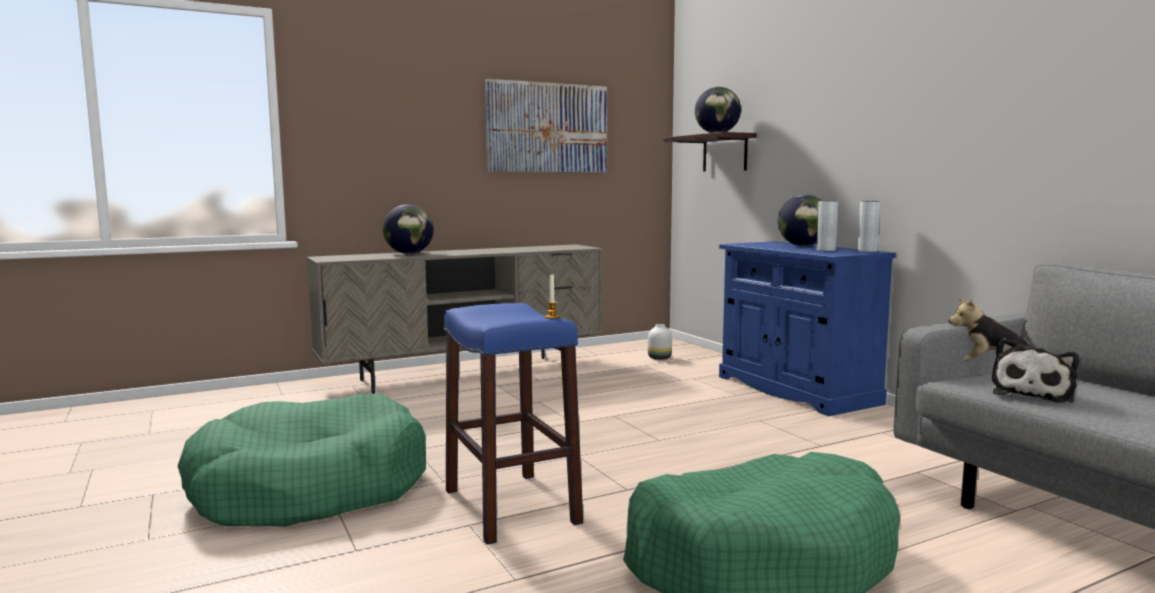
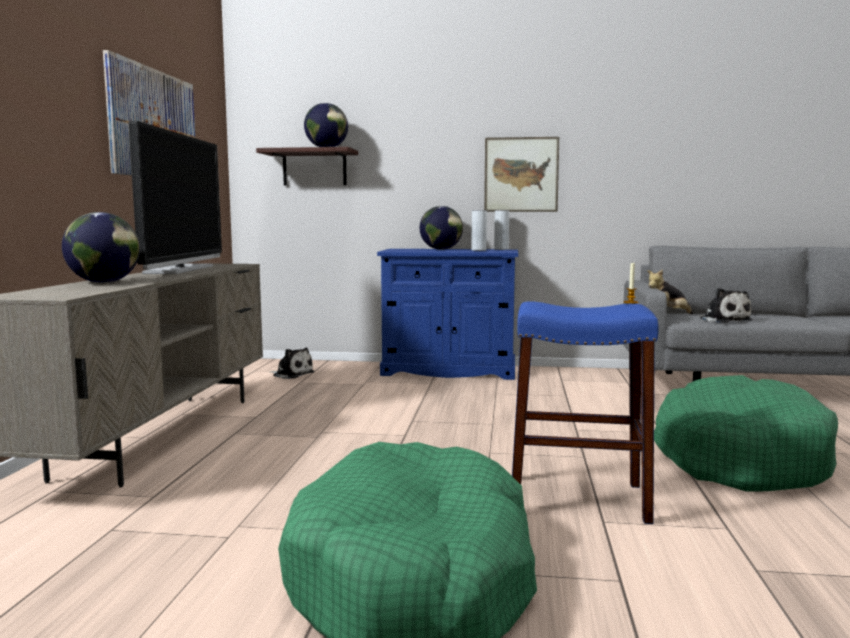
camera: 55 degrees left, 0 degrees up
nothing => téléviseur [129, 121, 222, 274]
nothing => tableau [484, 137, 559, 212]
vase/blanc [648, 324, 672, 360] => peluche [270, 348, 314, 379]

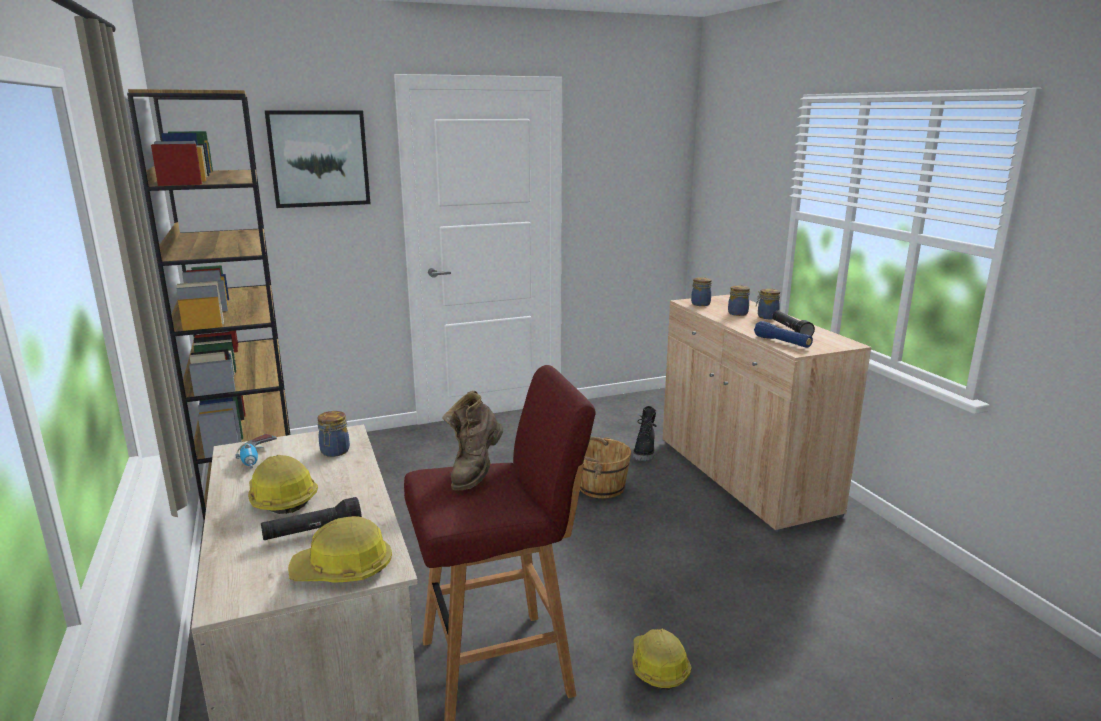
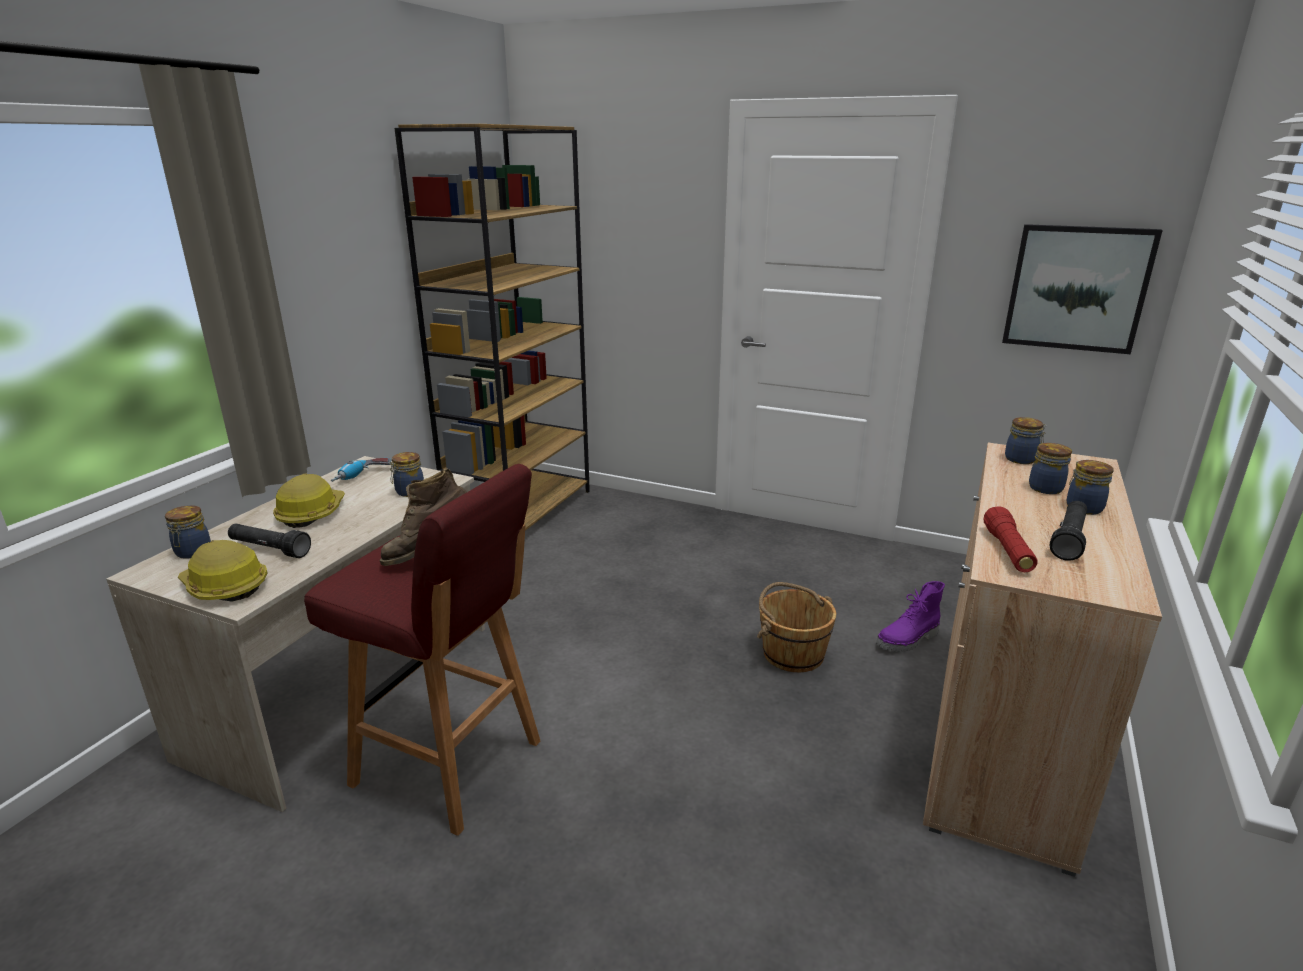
camera: 45 degrees right, 5 degrees up
casque de chantier [632, 629, 692, 690] => nothing
nothing => bocal [165, 505, 211, 559]
tableau [265, 110, 371, 208] => tableau [1002, 224, 1163, 354], shifted
botte/noir [633, 406, 656, 461] => botte/violet [876, 581, 945, 652]
lampe de poche/bleu [754, 321, 813, 348] => lampe de poche/rouge [984, 506, 1038, 572]

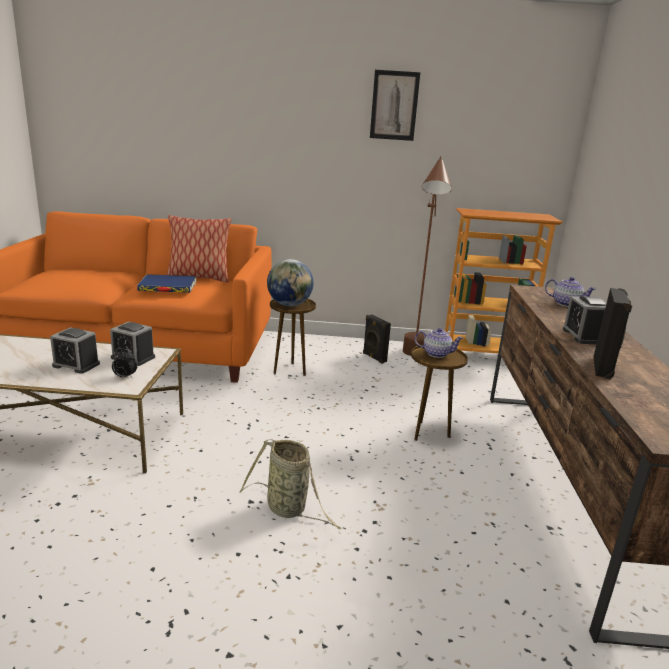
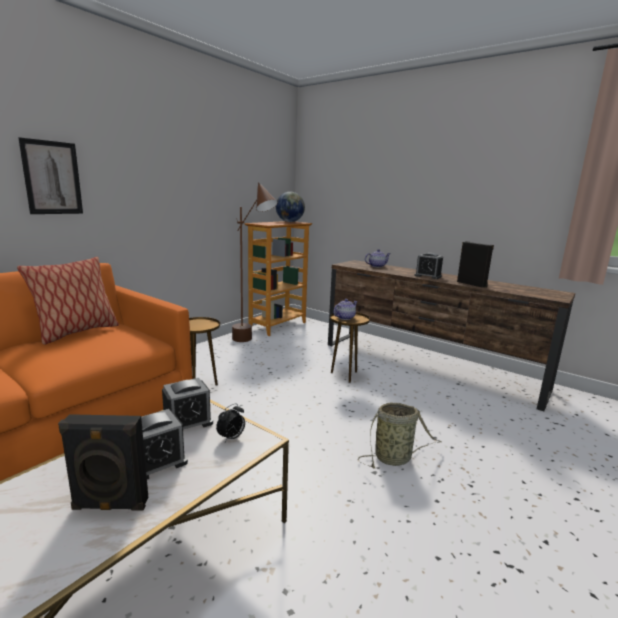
camera: 55 degrees left, 5 degrees down
livre/bleu [137, 274, 196, 293] => nothing
globe [267, 259, 314, 306] => globe [276, 192, 305, 222], shifted
enceinte/noir [363, 315, 391, 364] => enceinte/noir [58, 414, 148, 511], shifted
tableau [370, 70, 420, 141] => tableau [18, 137, 83, 214], shifted

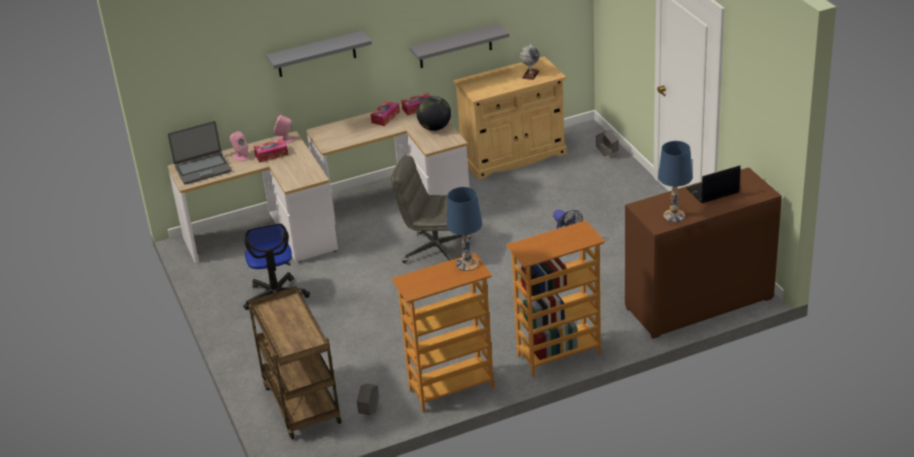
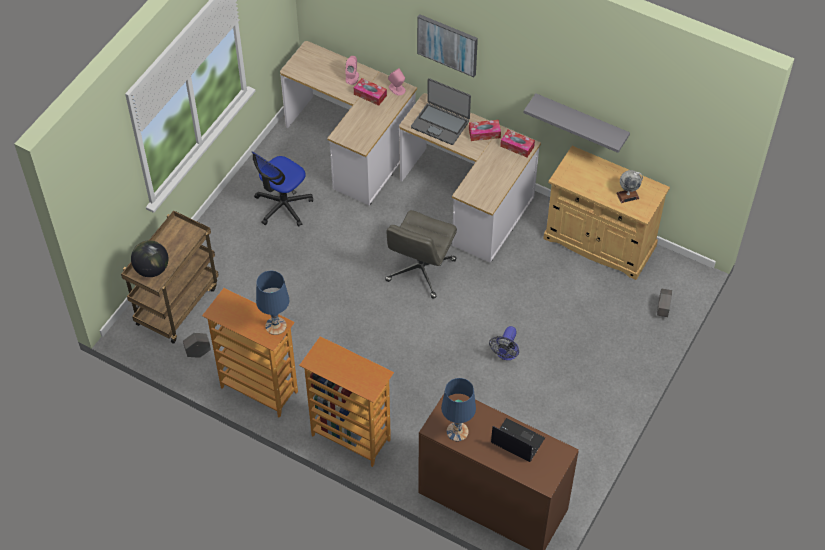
camera: 50 degrees right, 20 degrees up
ordinateur portable [168, 121, 232, 185] => ordinateur portable [411, 78, 471, 145], shifted
globe [417, 96, 451, 131] => globe [131, 240, 168, 277], shifted
étagère/gris [266, 31, 372, 77] => tableau [417, 14, 478, 77]
chaise de bureau/gris [391, 155, 470, 263] => chaise de bureau/gris [385, 210, 457, 299], 135 degrees counterclockwise

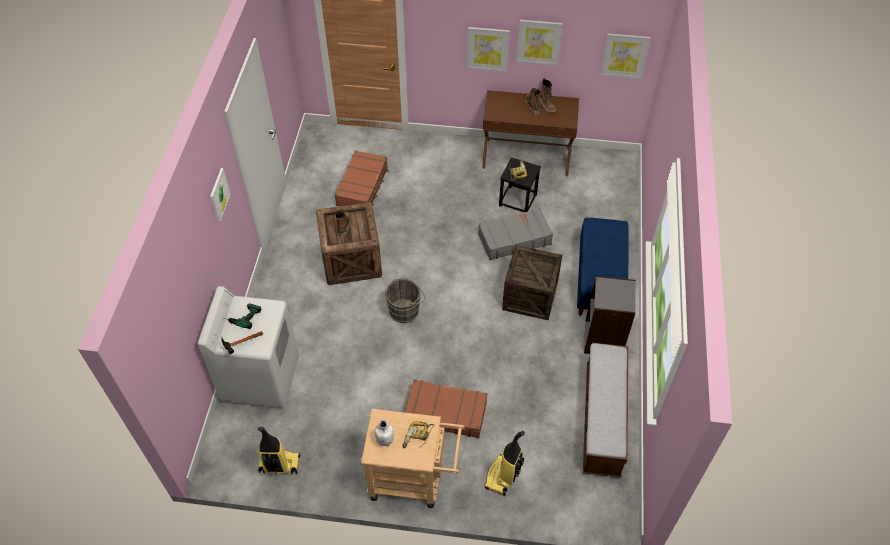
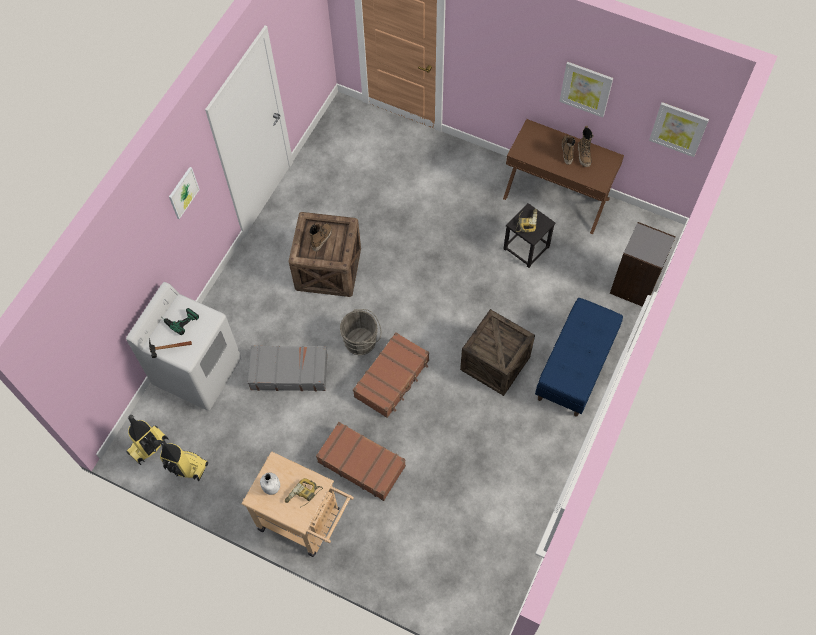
camera: 20 degrees right, 10 degrees up
tableau [467, 27, 510, 72] => nothing
banc [583, 343, 628, 478] => nothing
valise/marron [335, 150, 389, 206] => valise/marron [353, 332, 429, 418], shifted
valise/gris [478, 208, 553, 260] => valise/gris [248, 345, 328, 391], shifted
aspirateur [485, 431, 525, 496] => aspirateur [127, 415, 169, 465], shifted
bibliothèque/gris [584, 276, 636, 354] => bibliothèque/gris [610, 222, 676, 307], shifted

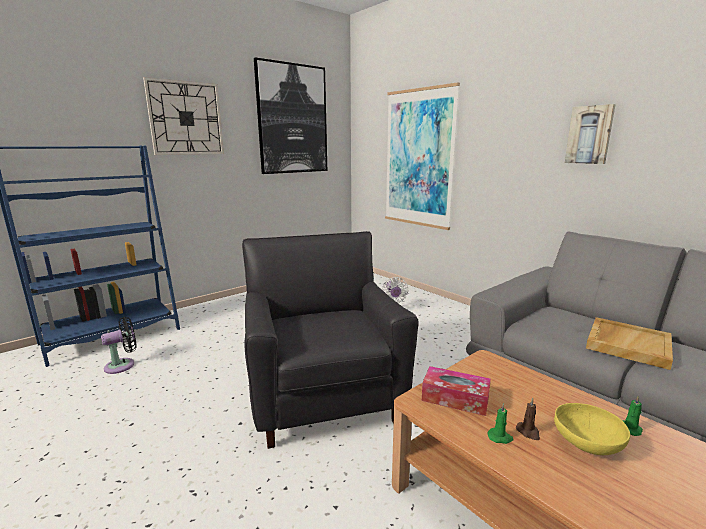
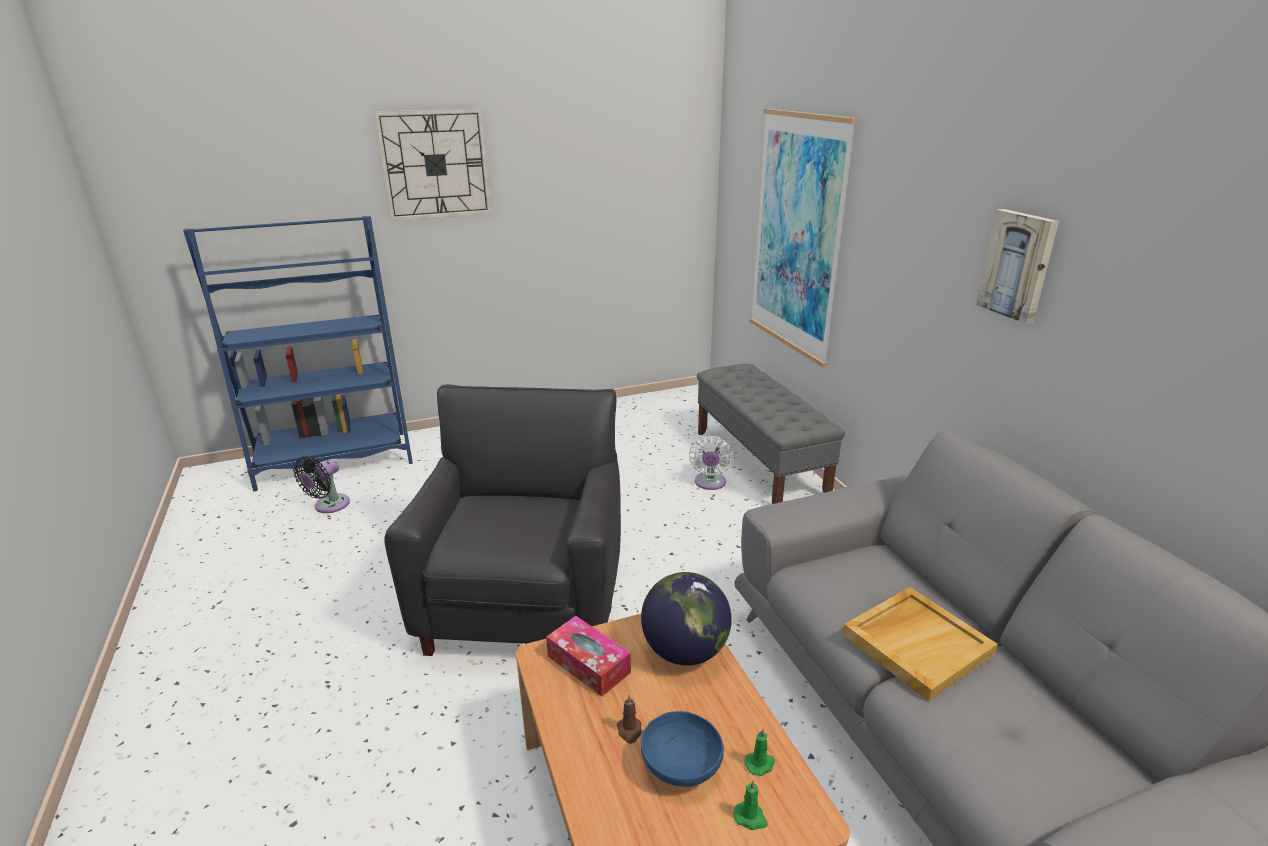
camera: 20 degrees right, 10 degrees up
tableau [254, 57, 327, 174] => nothing
nothing => globe [641, 572, 732, 666]
nothing => banc/gris [697, 364, 845, 504]
bougie/vert [487, 403, 513, 444] => bougie/vert [733, 780, 767, 830], shifted
bol/jaune [554, 403, 630, 455] => bol/bleu [641, 711, 724, 787]
ventilateur/noir [101, 317, 137, 374] => ventilateur/noir [293, 456, 350, 513], 135 degrees clockwise

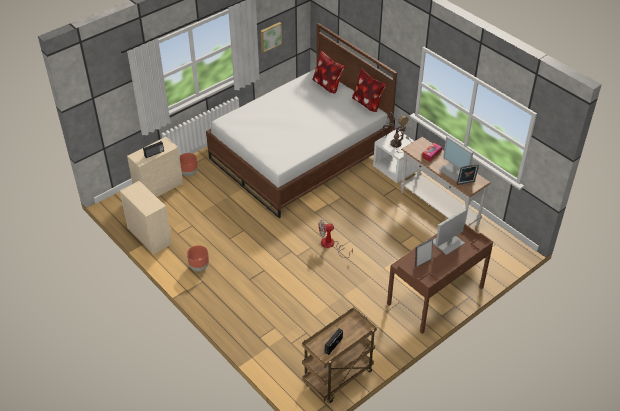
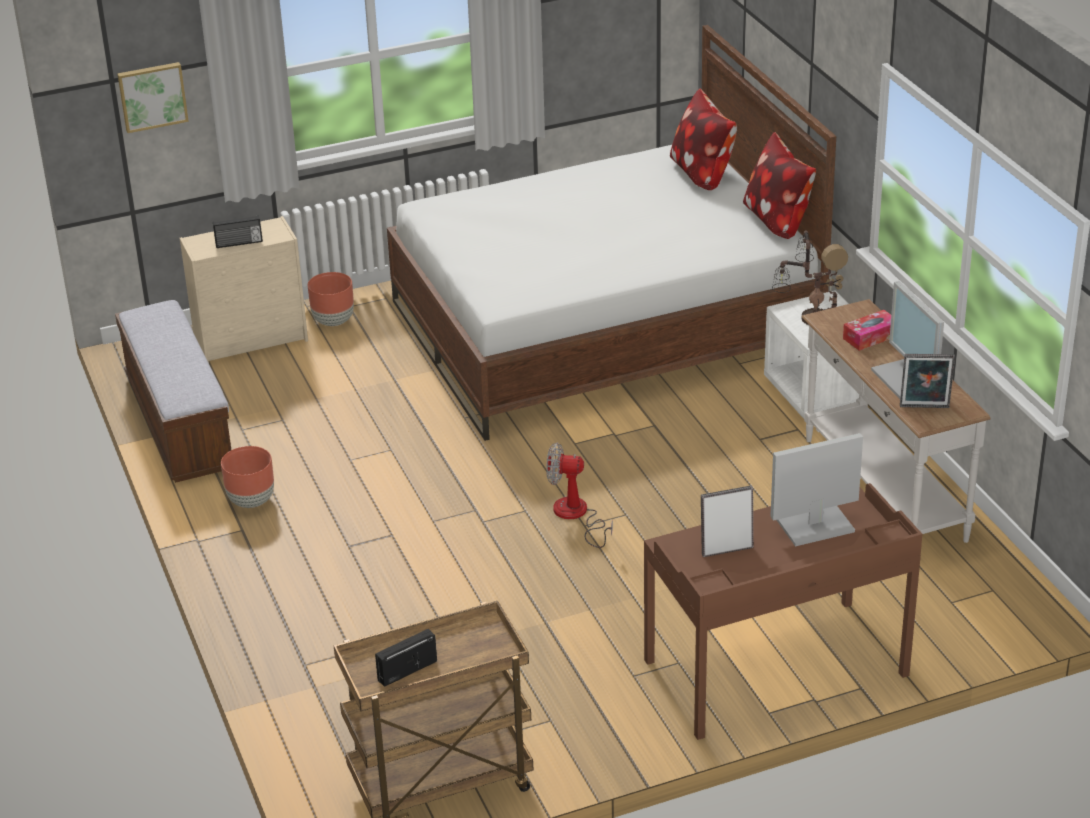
camera: 20 degrees right, 10 degrees down
tableau [261, 22, 282, 53] => tableau [117, 62, 189, 133], shifted
commode/beige [120, 181, 172, 255] => banc [115, 300, 231, 483]

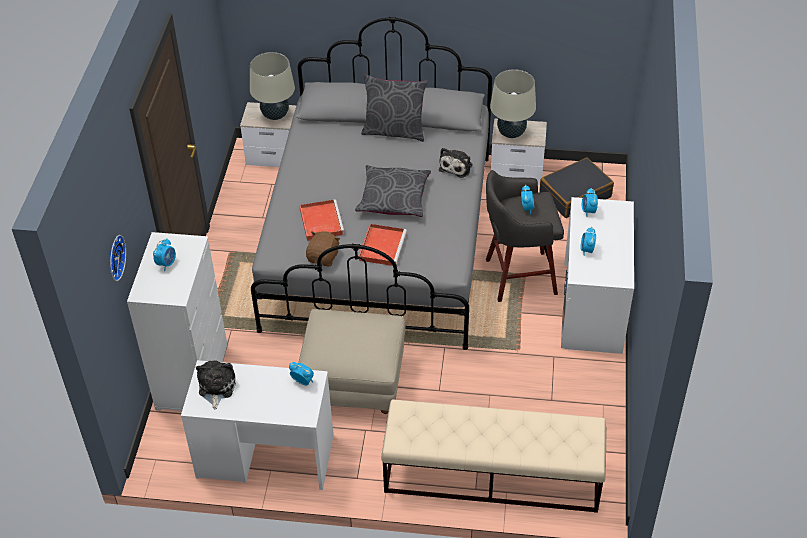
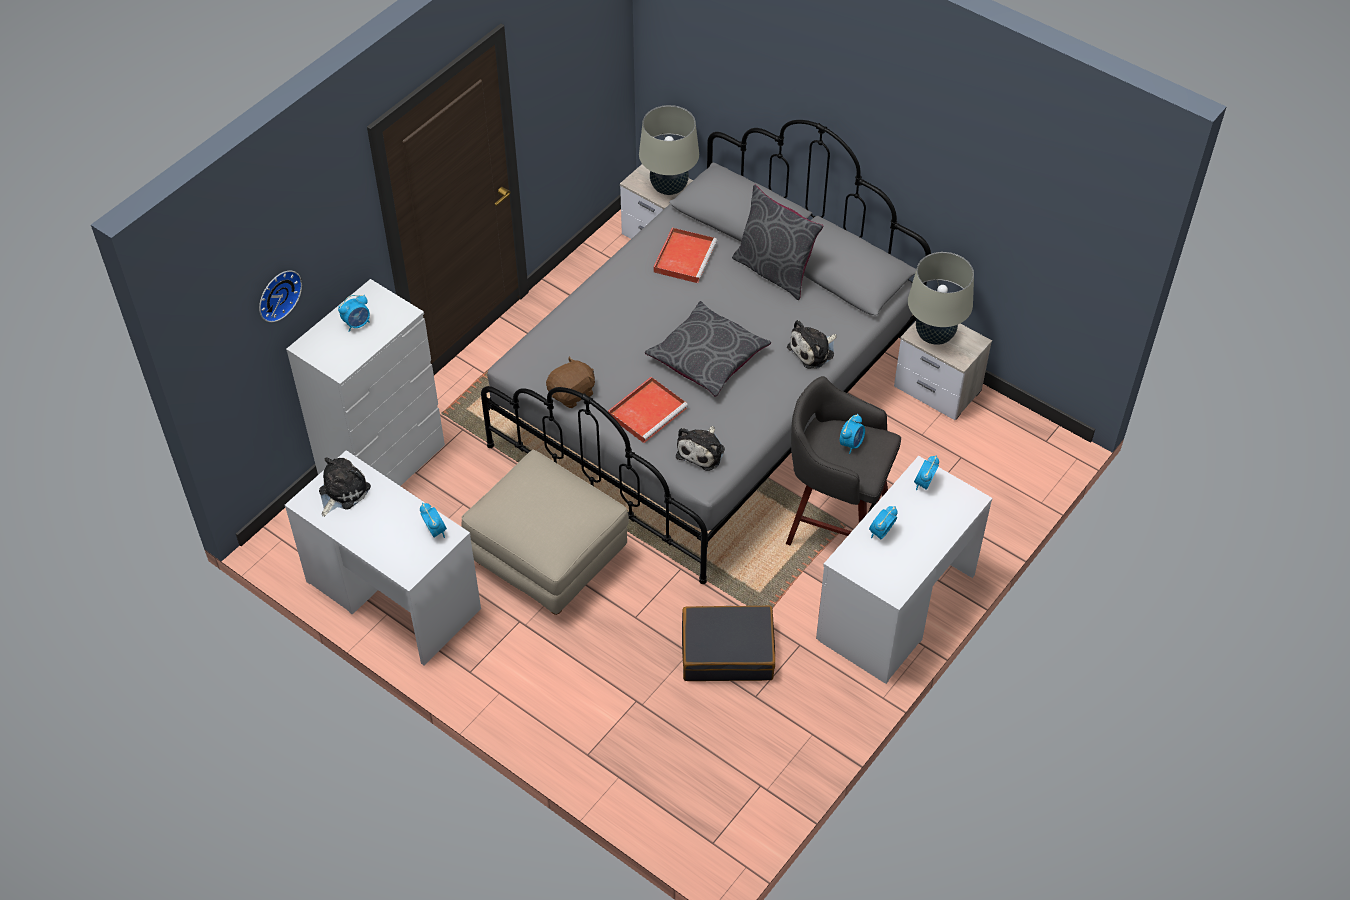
camera: 30 degrees right, 5 degrees up
banc/beige [381, 400, 606, 513] => nothing
nothing => peluche [676, 426, 725, 471]
plateau/rouge [299, 199, 344, 241] => plateau/rouge [653, 228, 717, 283], shifted
valise/noir [539, 158, 614, 218] => valise/noir [682, 605, 775, 681], shifted

